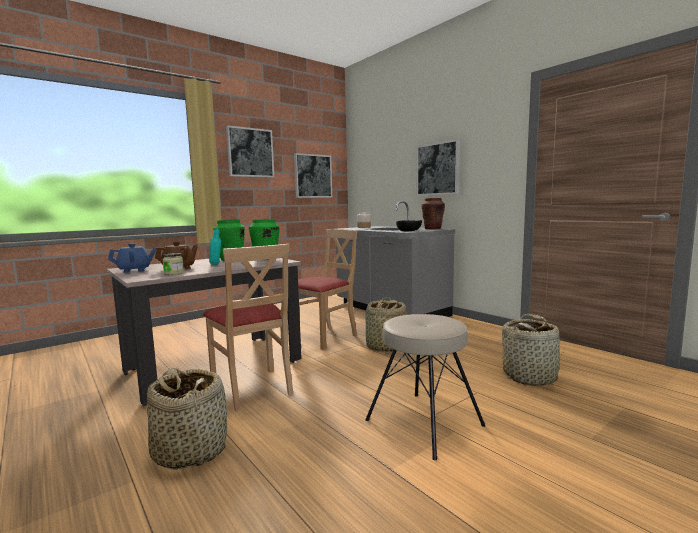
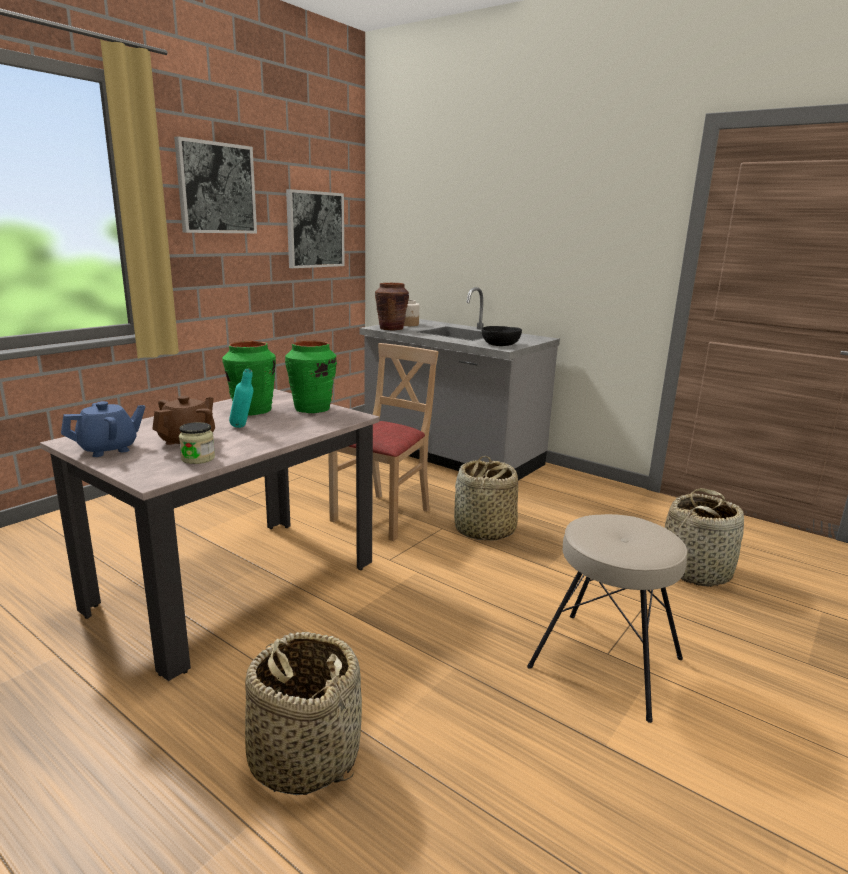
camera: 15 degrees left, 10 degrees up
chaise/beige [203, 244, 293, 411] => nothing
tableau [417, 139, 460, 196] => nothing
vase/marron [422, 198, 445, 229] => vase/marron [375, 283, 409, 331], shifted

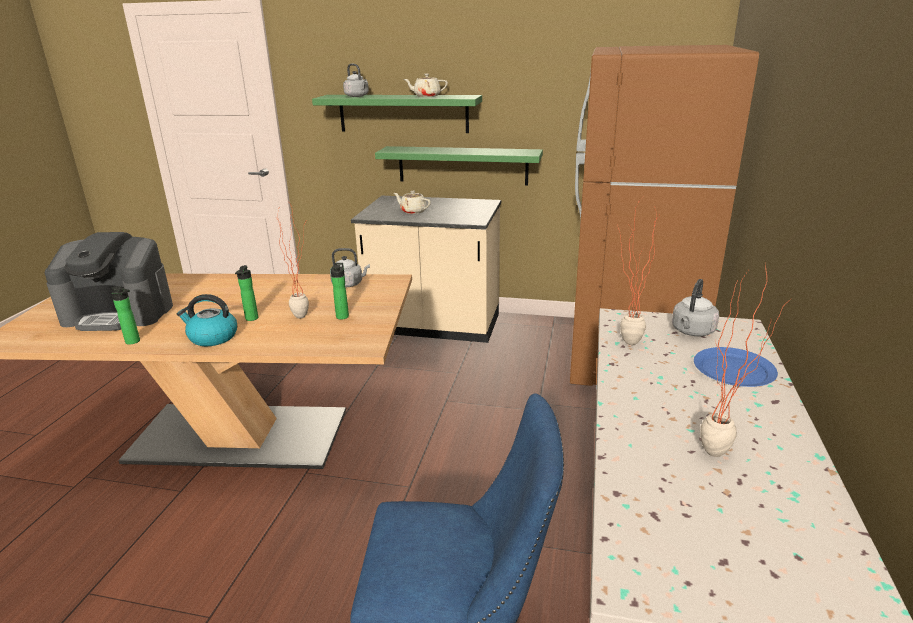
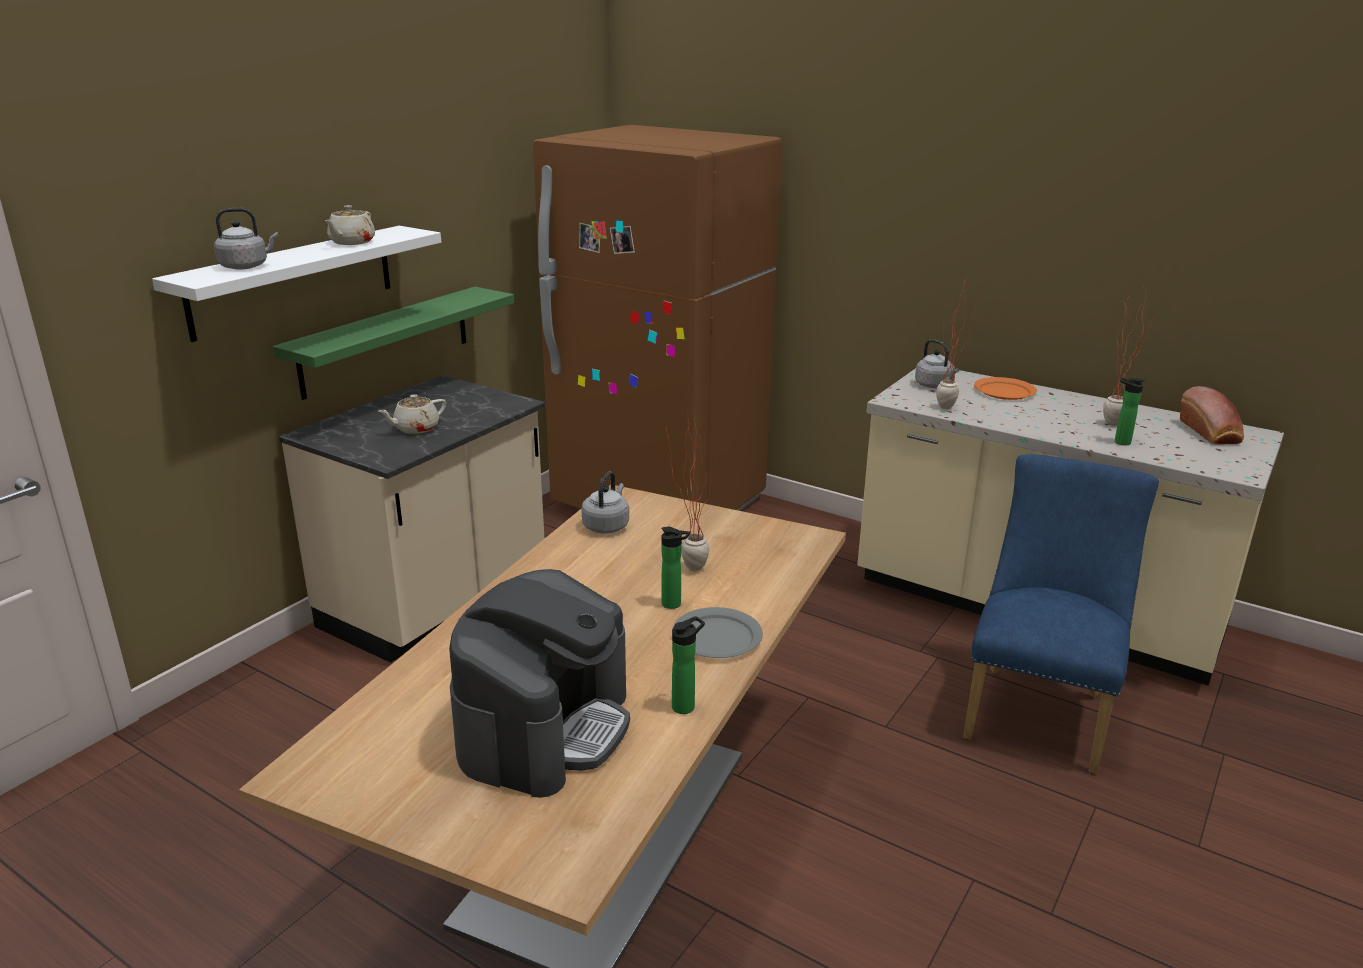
camera: 70 degrees left, 0 degrees up
nothing => pain [1180, 386, 1244, 445]
bouteille [331, 263, 349, 320] => bouteille [1114, 377, 1145, 445], shifted
bouilloire [177, 294, 237, 346] => assiette/gris [672, 607, 763, 658]
étagère/vert [312, 95, 482, 133] => étagère/blanc [152, 226, 441, 342]
assiette/bleu [694, 347, 778, 387] => assiette/orange [974, 377, 1037, 400]

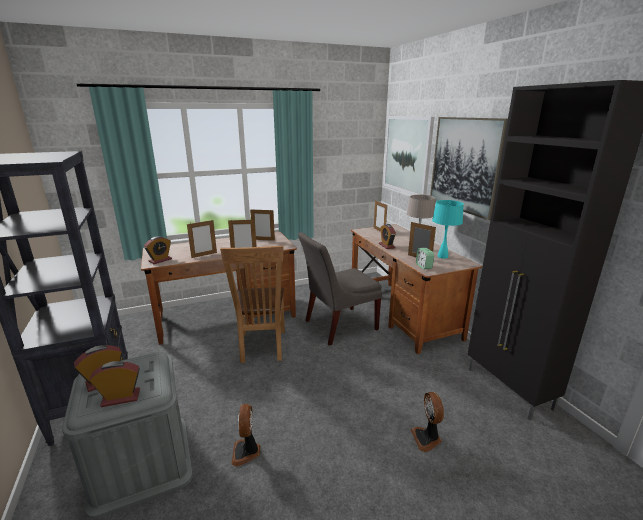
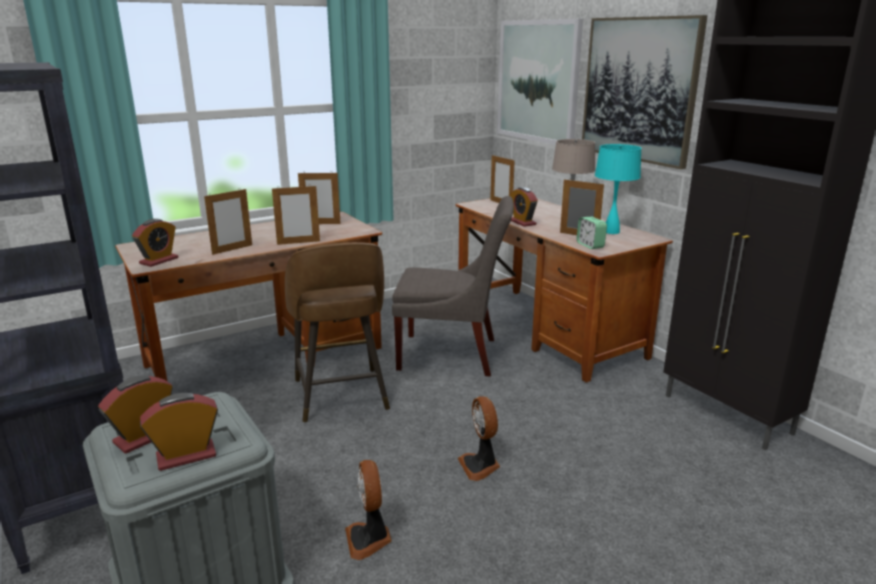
camera: 10 degrees left, 0 degrees up
ventilateur [411, 392, 444, 452] => ventilateur [458, 396, 500, 481], shifted
chaise/marron [220, 246, 285, 363] => tabouret/marron [285, 242, 390, 423]
chaise/gris [298, 232, 382, 346] => chaise/gris [392, 196, 514, 376], 135 degrees counterclockwise

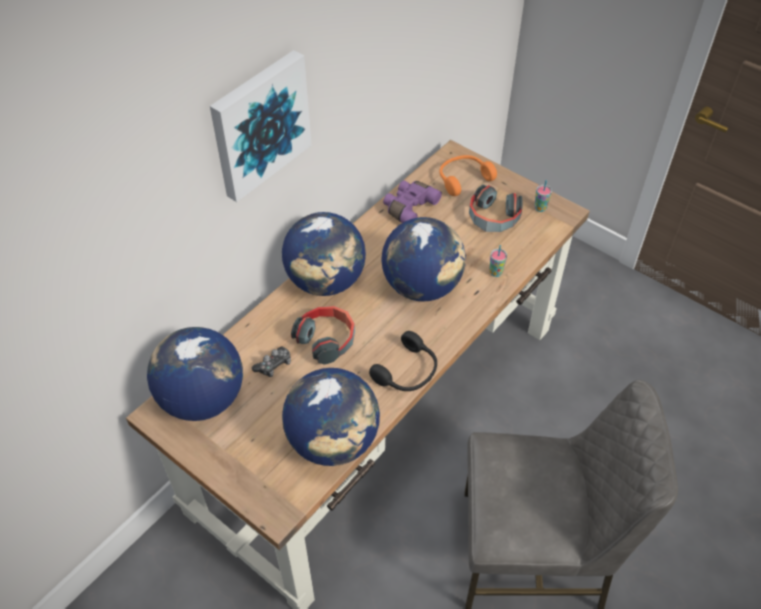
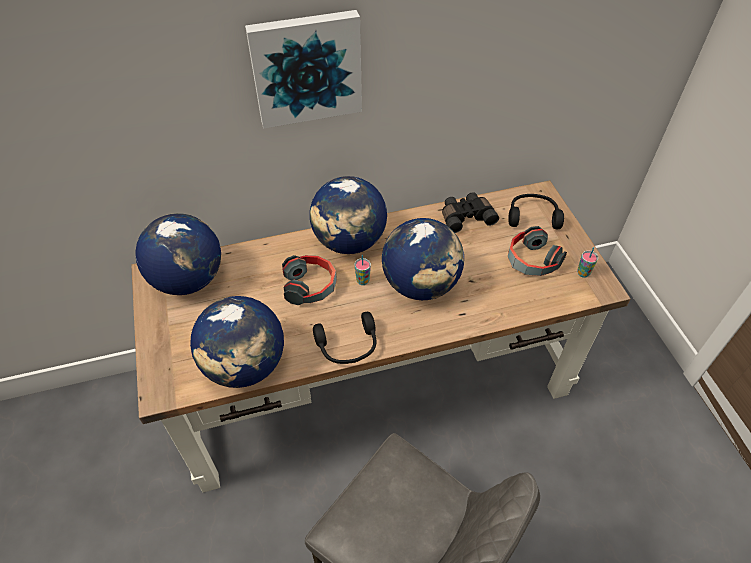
camera: 35 degrees right, 0 degrees up
manette [252, 347, 291, 377] => nothing
tasse [489, 245, 507, 277] => tasse [354, 255, 371, 285], shifted
jumelles/violet [383, 180, 442, 223] => jumelles/noir [442, 192, 499, 233]
casque audio/orange [439, 155, 497, 196] => casque audio/noir [508, 194, 564, 229]

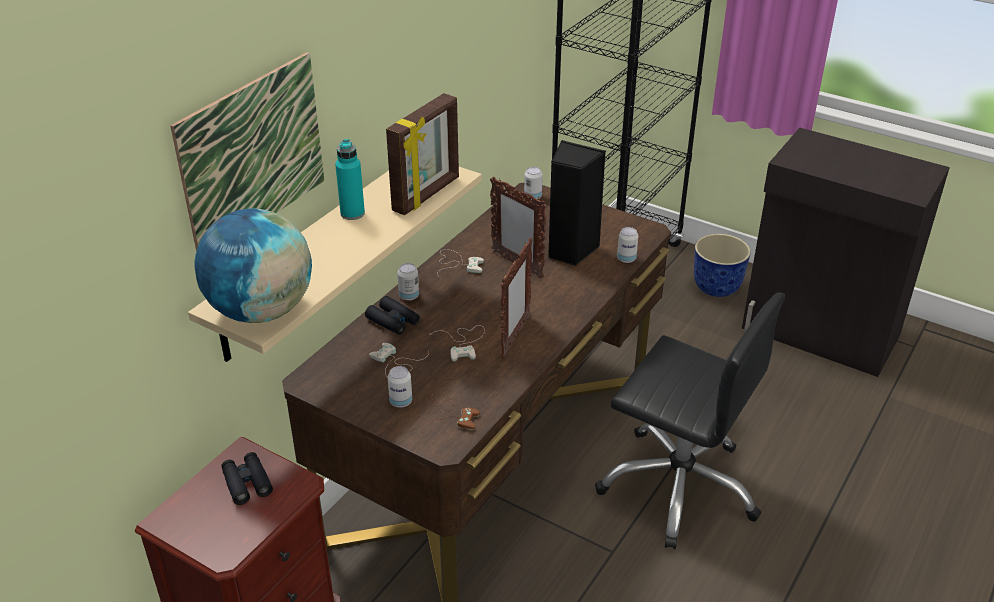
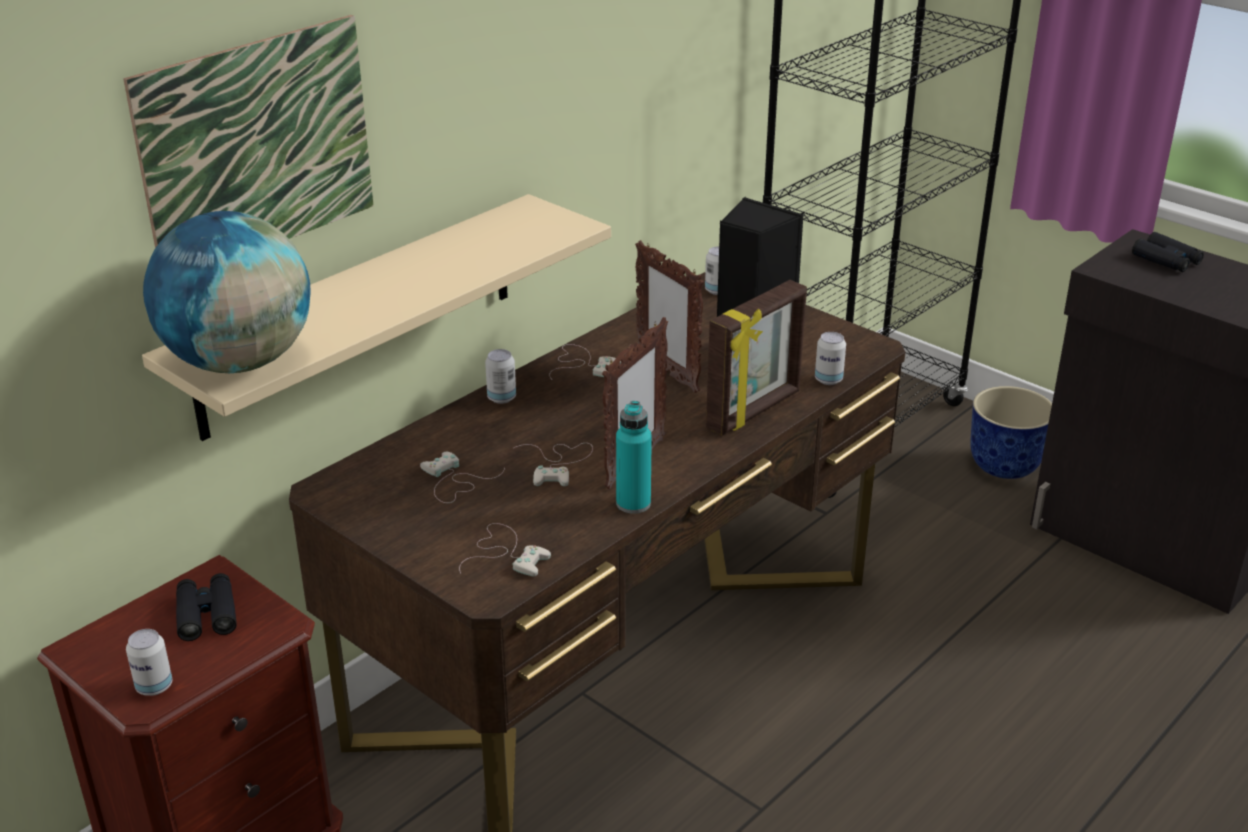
camera: 10 degrees right, 5 degrees down
chaise de bureau/noir [595, 292, 785, 549] => nothing
bouteille/turquoise [335, 139, 365, 220] => bouteille/turquoise [616, 401, 652, 514], shifted
jumelles/noir [365, 296, 420, 335] => jumelles/noir [1132, 232, 1204, 272], shifted
cadre photo [386, 93, 459, 215] => cadre photo [706, 280, 807, 436], shifted
boîte métallique [388, 366, 412, 407] => boîte métallique [126, 629, 172, 696], shifted
manette/marron [421, 393, 480, 433] => manette/blanc [459, 523, 551, 577]

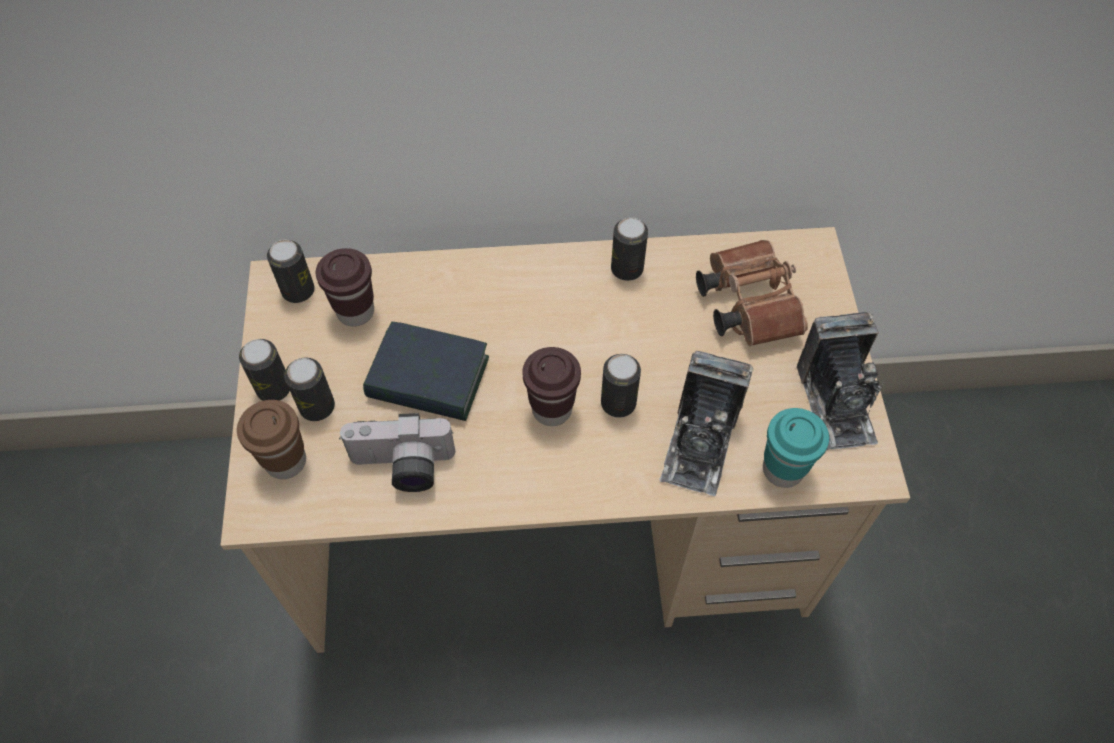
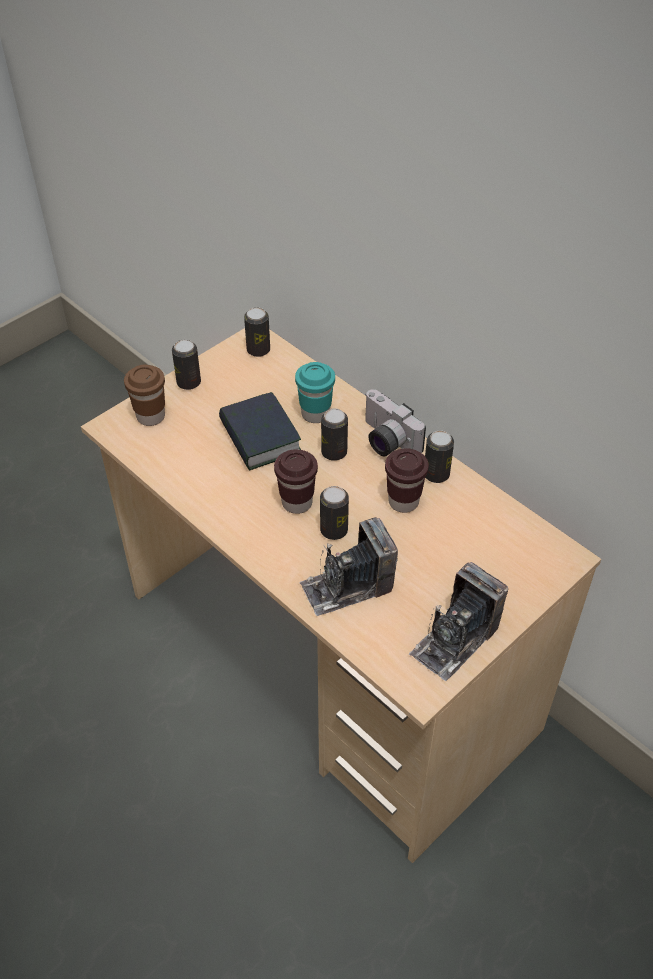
camera: 50 degrees right, 10 degrees down
jumelles/marron [696, 240, 808, 346] => nothing
boîte métallique [284, 358, 335, 421] => boîte métallique [321, 409, 348, 461], shifted
tasse/marron [316, 248, 374, 326] => tasse/marron [385, 448, 429, 513], shifted
appareil photo [339, 413, 455, 492] => appareil photo [365, 389, 426, 456], shifted
tasse/turquoise [763, 408, 829, 488] => tasse/turquoise [295, 362, 335, 423], shifted

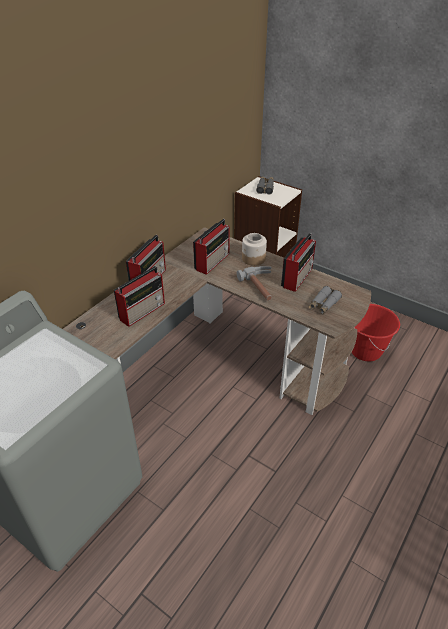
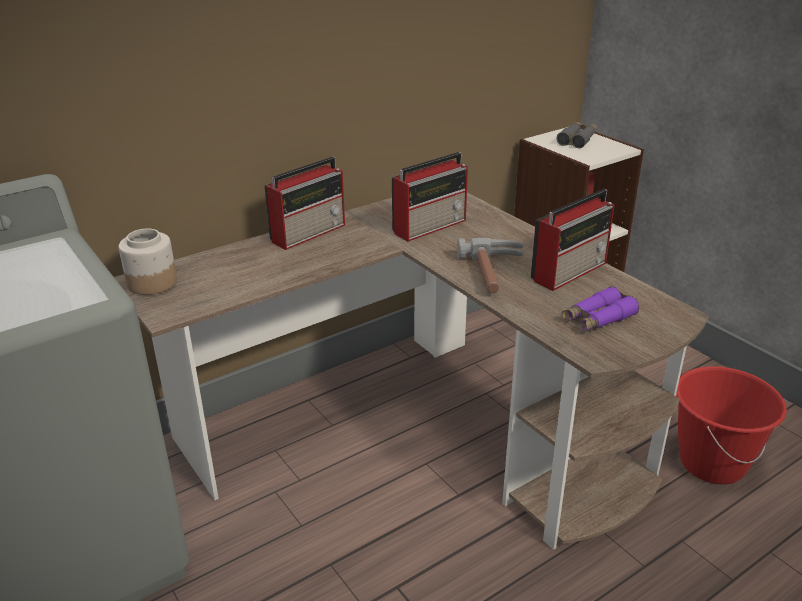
camera: 20 degrees right, 10 degrees down
radio [114, 266, 165, 327] => nothing
bocal [242, 233, 267, 266] => bocal [119, 229, 177, 295], shifted
jumelles/gris [308, 286, 342, 314] => jumelles/violet [562, 286, 639, 332]

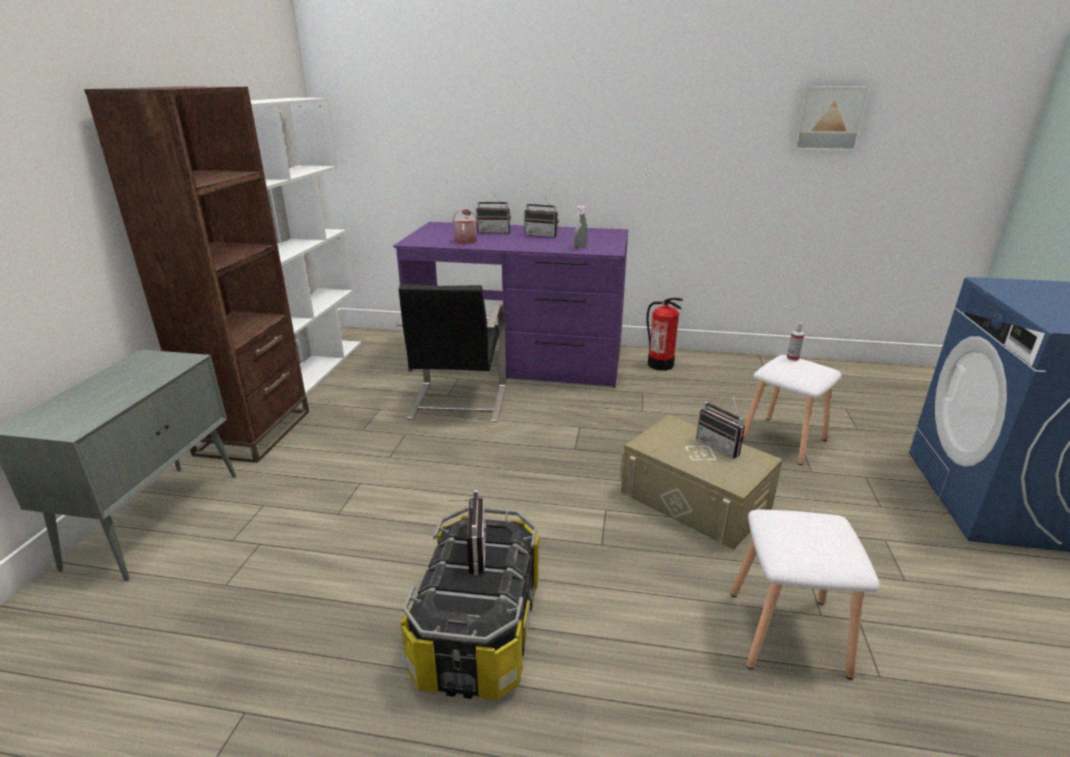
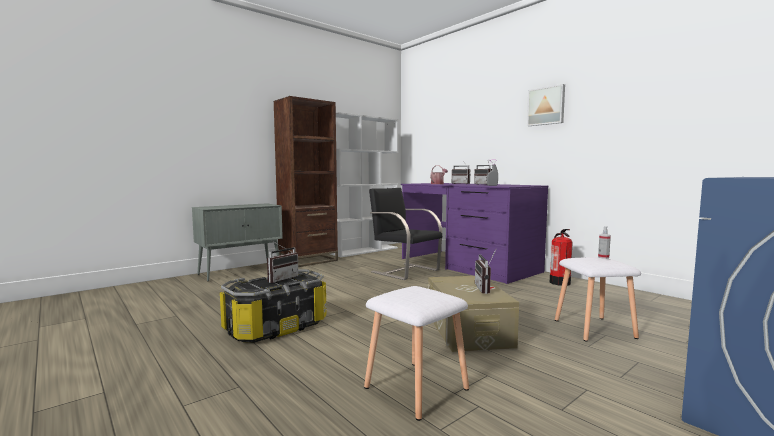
camera: 40 degrees right, 20 degrees down
tableau [793, 86, 870, 151] => tableau [527, 84, 565, 126], shifted
chaise/noir [396, 284, 506, 422] => chaise/noir [369, 188, 442, 280], 90 degrees clockwise

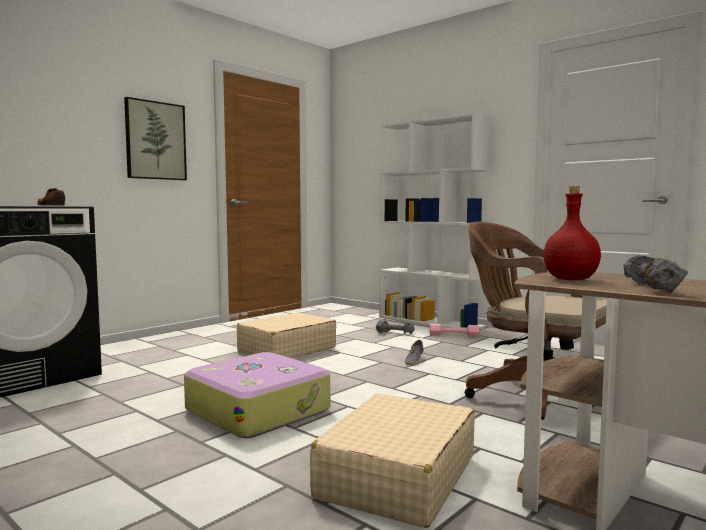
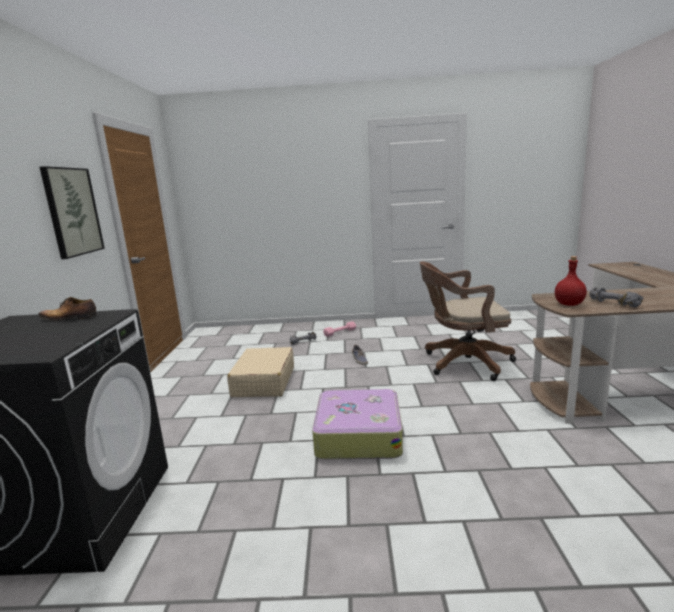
camera: 40 degrees left, 10 degrees up
valise/beige [310, 393, 475, 528] => nothing
bibliothèque/blanc [379, 112, 491, 329] => nothing

